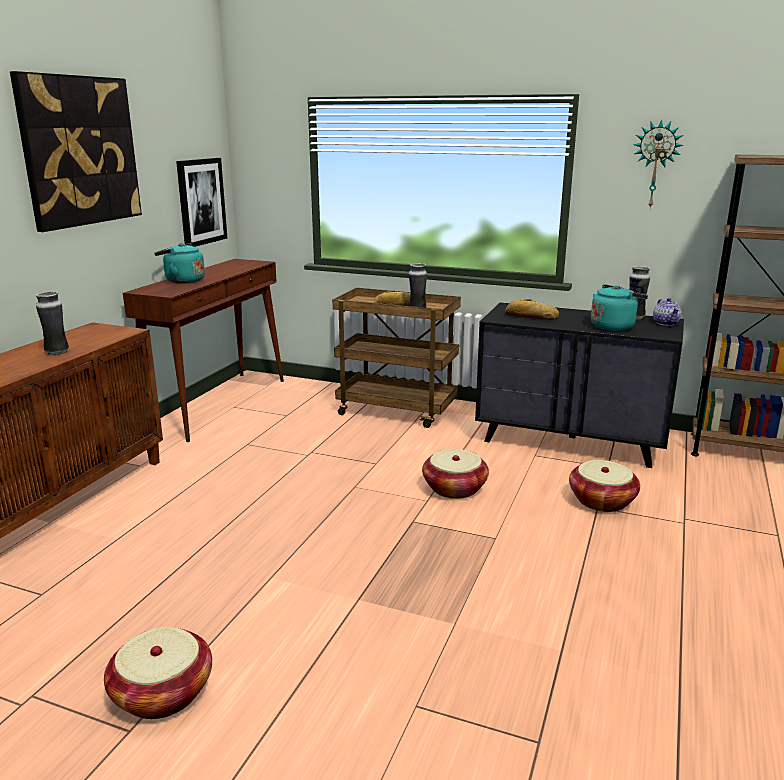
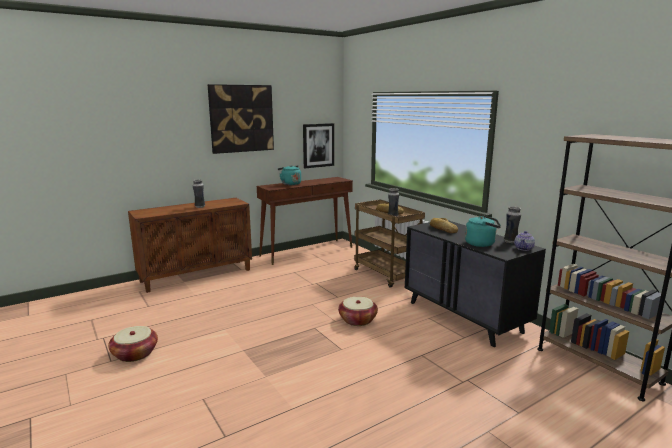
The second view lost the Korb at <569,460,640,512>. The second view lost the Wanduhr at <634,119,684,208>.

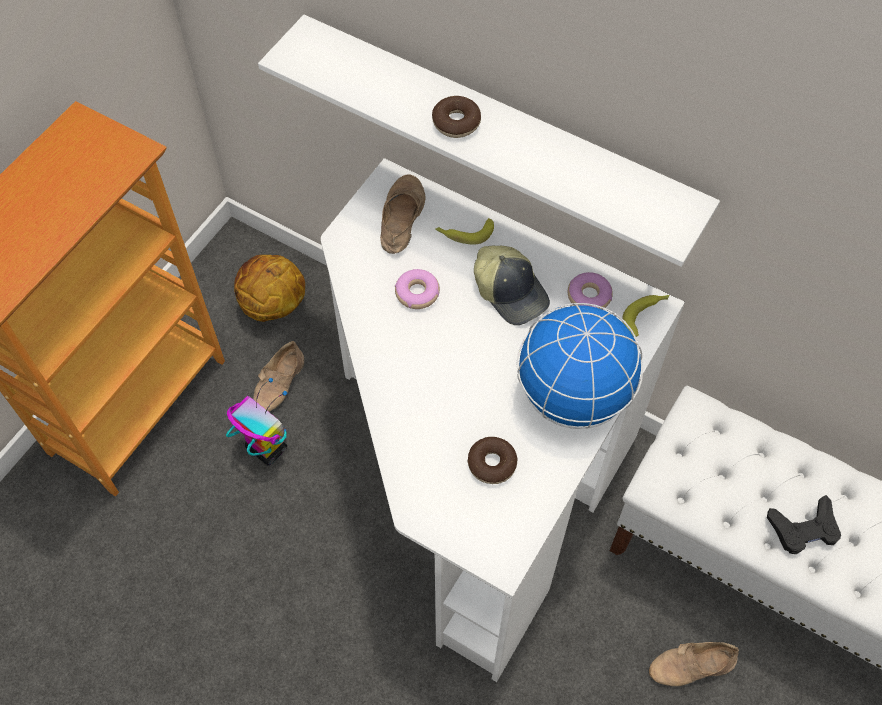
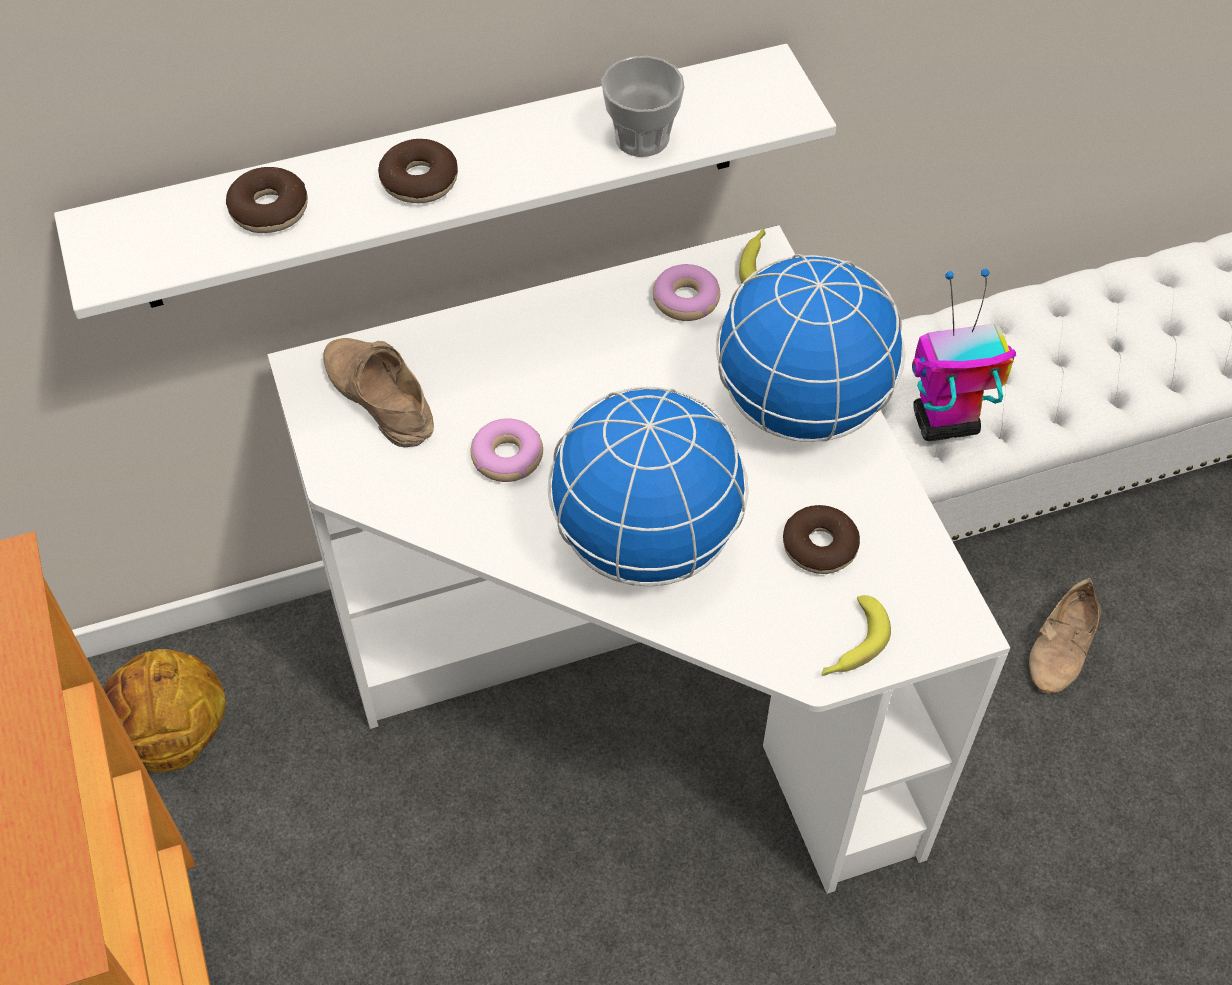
The second view lost the Schuh (beige) at <253,341,304,412>. The second view lost the Kappe at <474,246,550,325>. The second view lost the Gamepad (schwarz) at <767,495,841,554>. The second view gained the Donut at <226,167,308,233>. The second view gained the Globus at <548,387,749,587>. The second view gained the Tasse at <602,56,685,157>. The Spielzeugroboter ended up elsewhere, having gone from <226,378,288,465> to <912,269,1016,441>. The Banane ended up elsewhere, having gone from <435,218,494,245> to <822,595,891,676>.

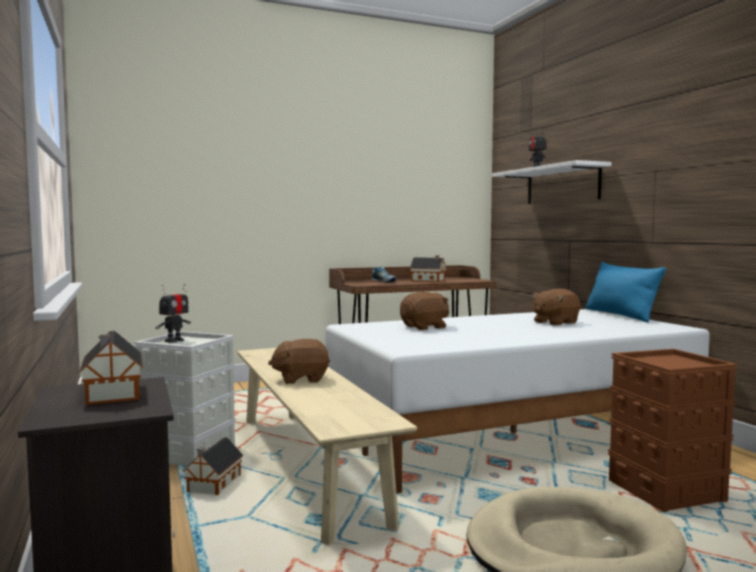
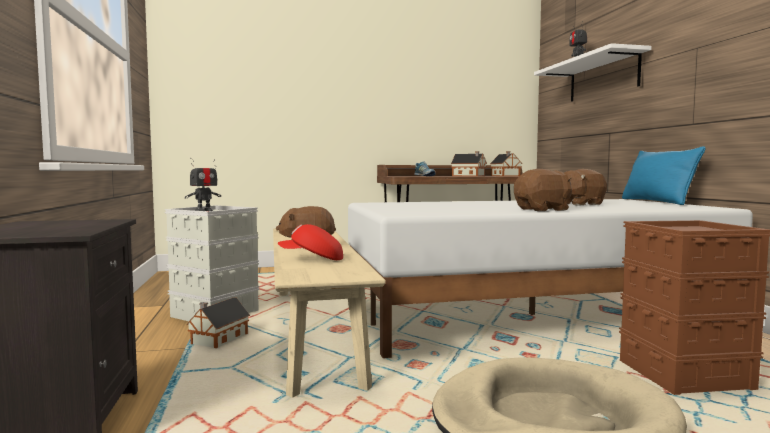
The second view gained the Kappe (rot) at <278,224,343,260>. The Spielzeughaus ended up elsewhere, having gone from <79,331,143,405> to <490,151,522,176>. The Plüschtier (braun) ended up elsewhere, having gone from <400,292,449,330> to <514,169,572,211>.

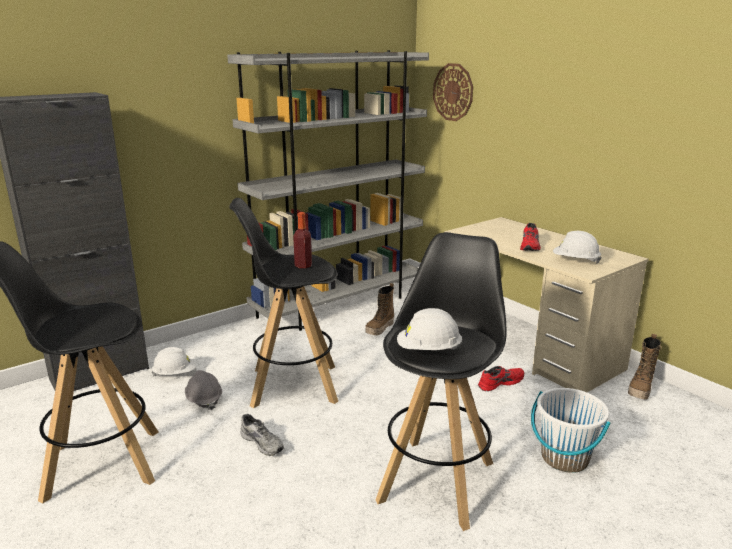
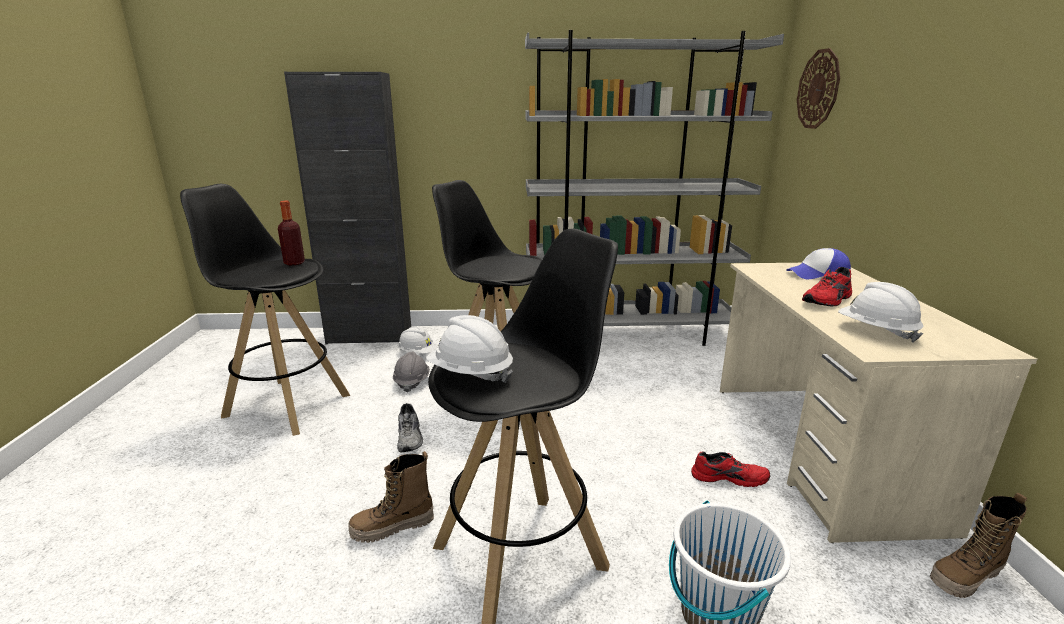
The second view gained the Kappe at <786,248,851,279>. The Flasche ended up elsewhere, having gone from <293,212,312,269> to <278,201,305,265>. The Stiefel ended up elsewhere, having gone from <365,283,394,335> to <348,451,434,543>.

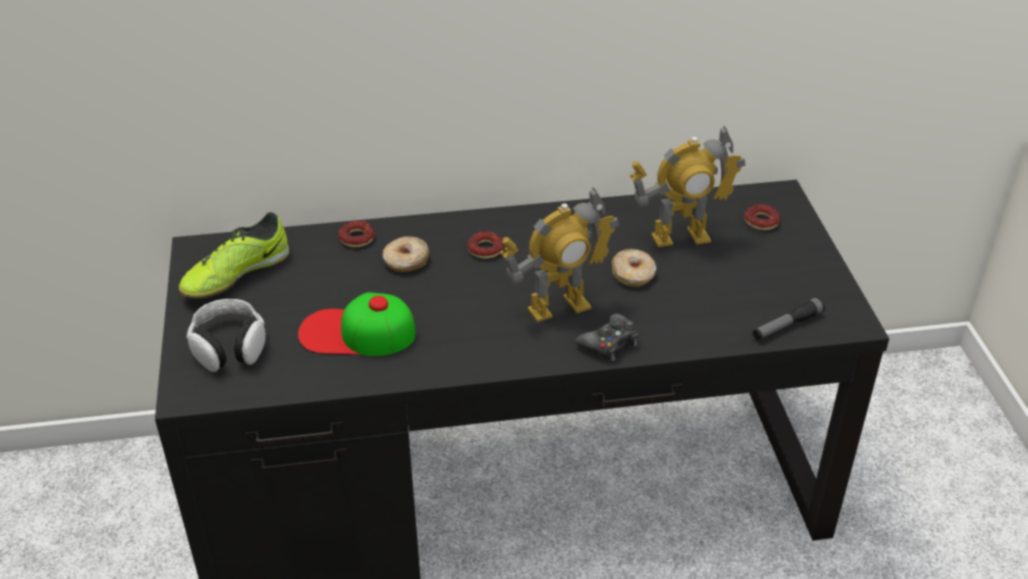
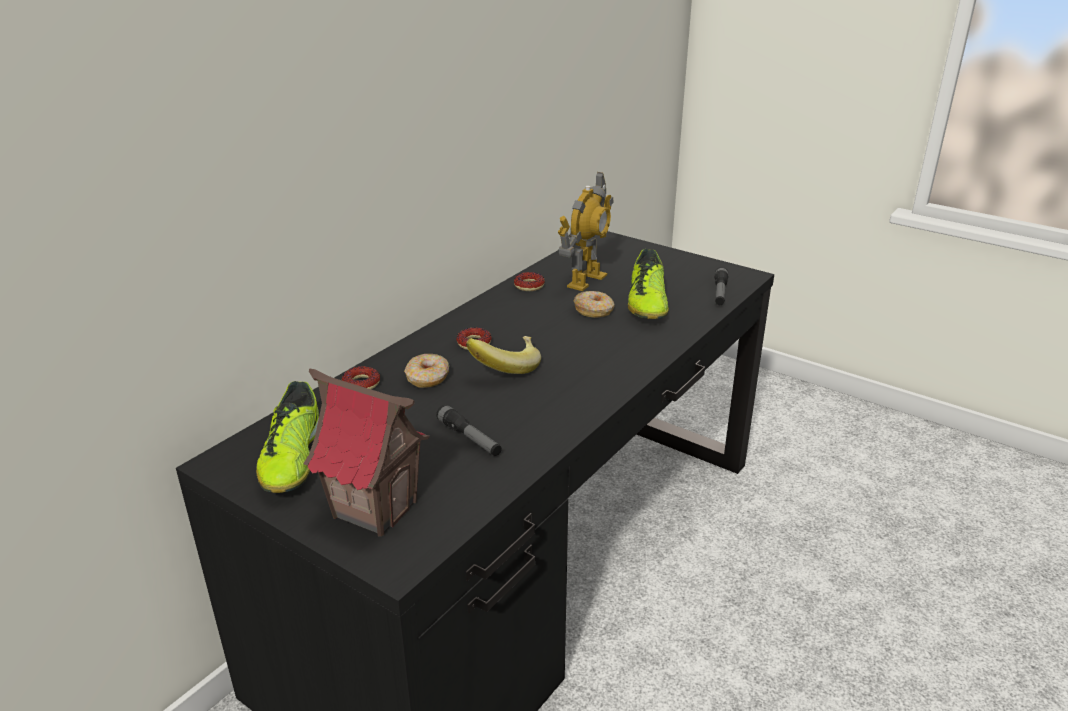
The second view lost the Spielzeugroboter at <500,188,619,322>. The second view lost the Gamepad (schwarz) at <575,314,638,361>. The second view gained the Banane at <466,336,541,374>. The second view gained the Schuh at <628,249,669,319>. The Donut ended up elsewhere, having gone from <744,204,781,230> to <514,272,545,291>. Where the Kopfhörer stood at <187,299,266,372>, the Spielzeughaus came to stand at <303,369,430,536>. Where the Kappe stood at <298,292,416,356>, the Taschenlampe came to stand at <436,404,502,456>.

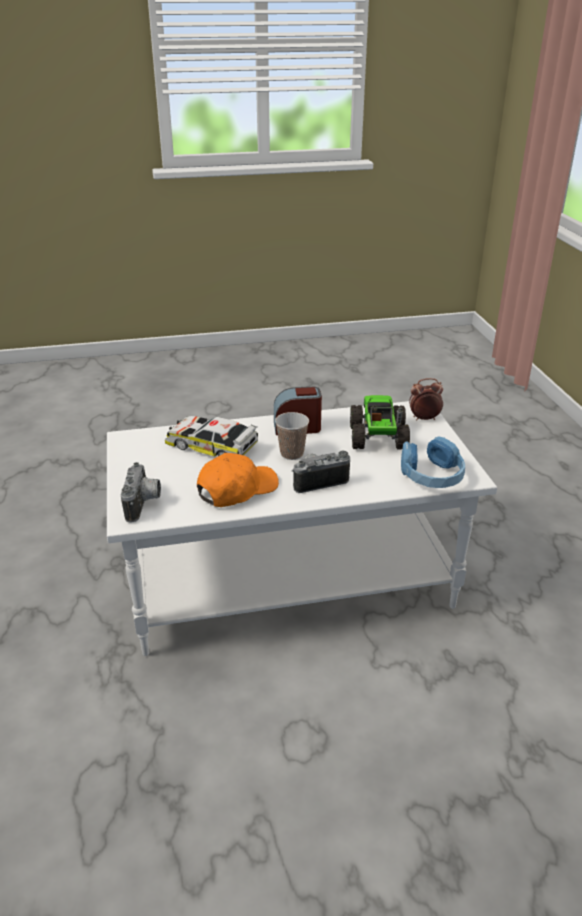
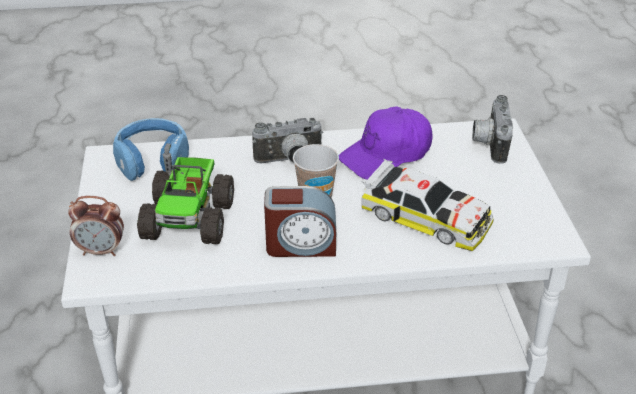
What was the Kappe (orange) at <197,453,279,507> turned into the Kappe (lila) at <339,106,433,179>.

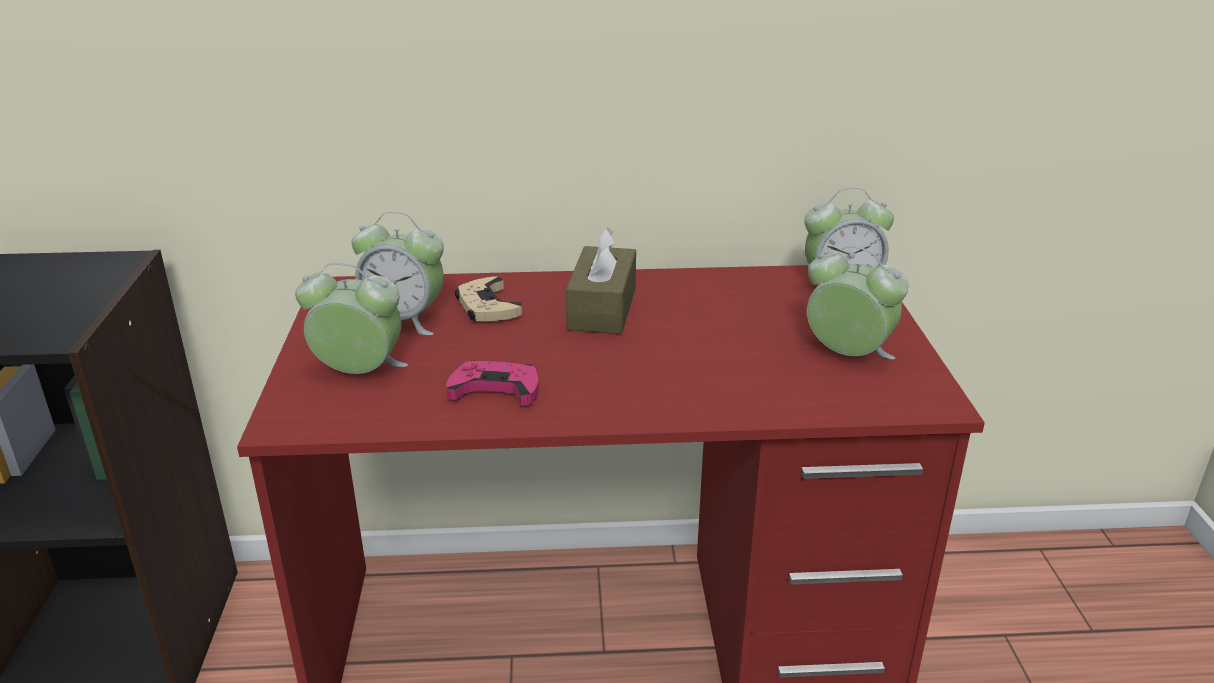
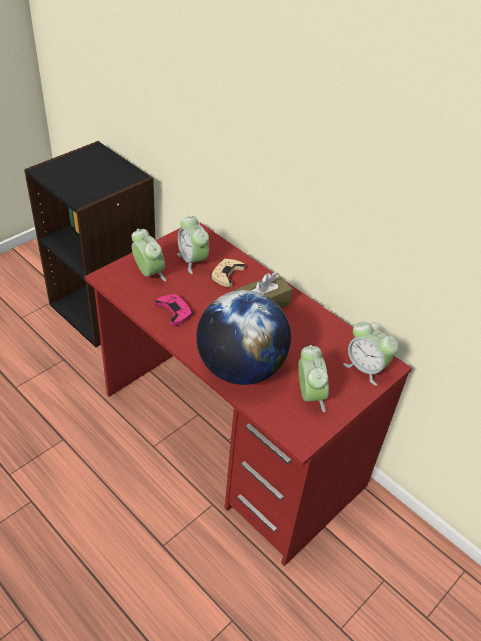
The second view gained the Globus at <196,290,291,385>.

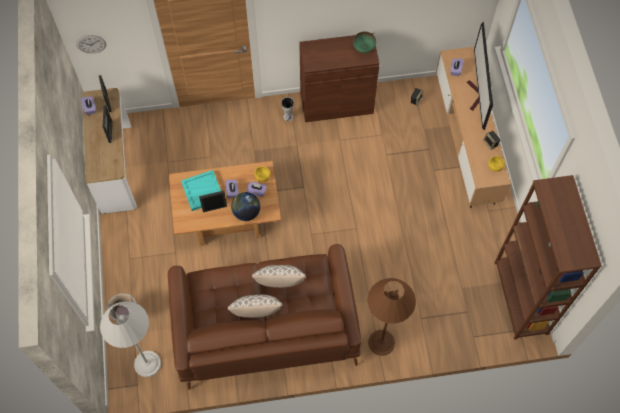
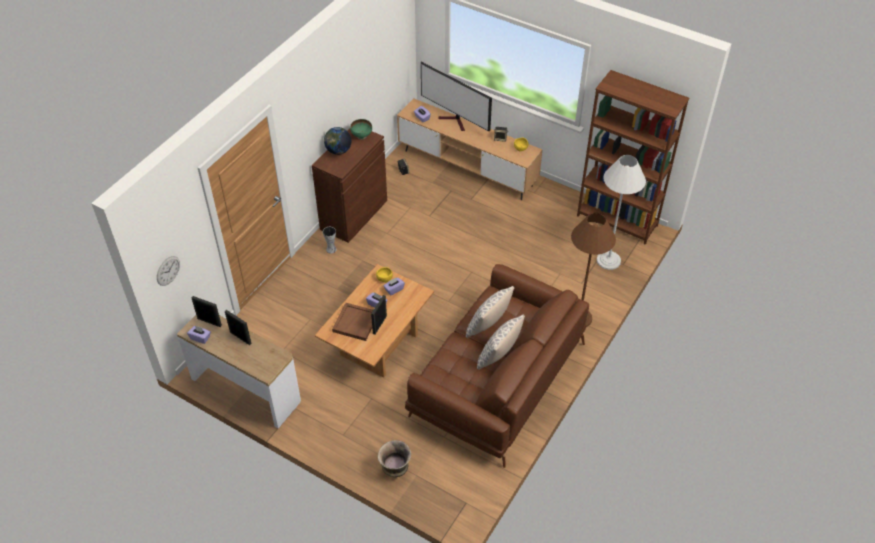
The Stehlampe (weiß) ended up elsewhere, having gone from <100,301,161,377> to <597,155,646,270>. The Globus ended up elsewhere, having gone from <231,192,260,221> to <324,127,351,155>. What was the Tablett (türkis) at <181,170,221,211> turned into the Tablett (braun) at <332,303,373,341>.

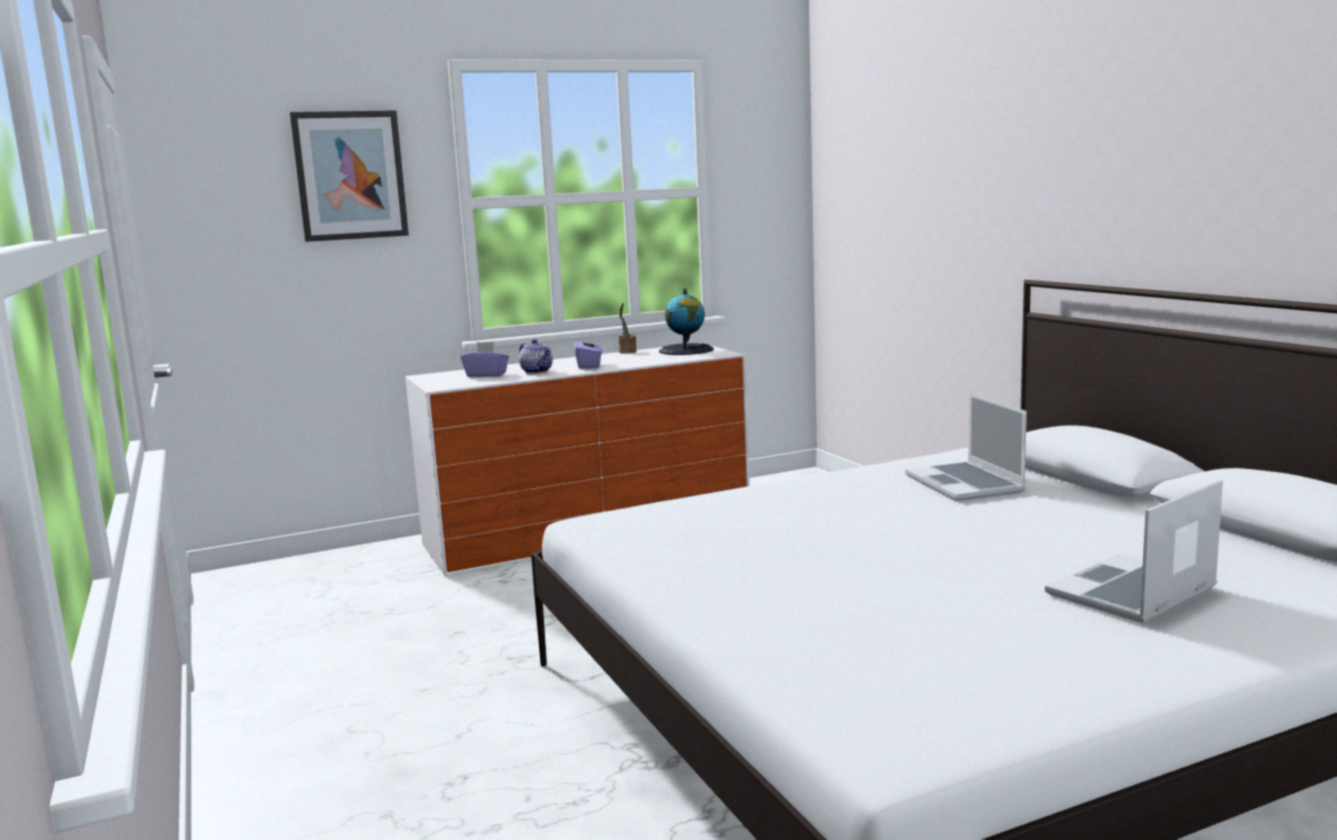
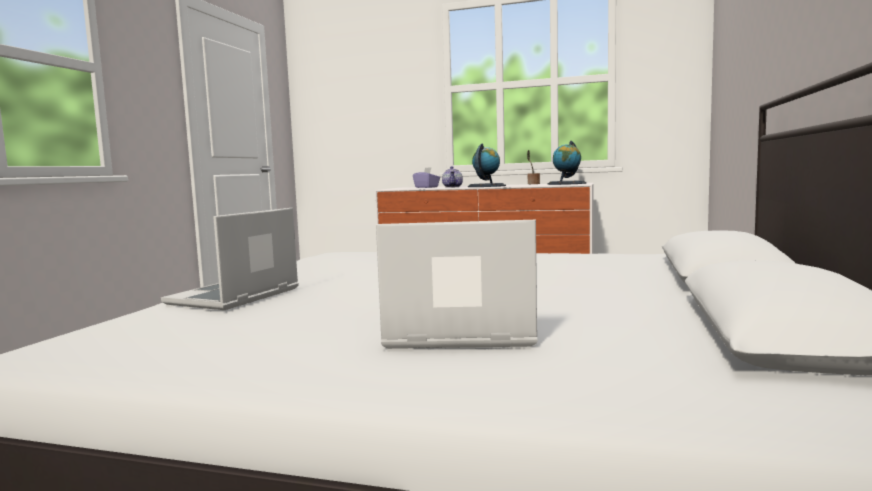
The second view lost the Bild at <290,110,409,242>. The Laptop ended up elsewhere, having gone from <906,393,1027,501> to <161,208,299,310>. Where the Taschentuchbox (lila) stood at <575,334,602,369>, the Globus came to stand at <468,143,506,187>.

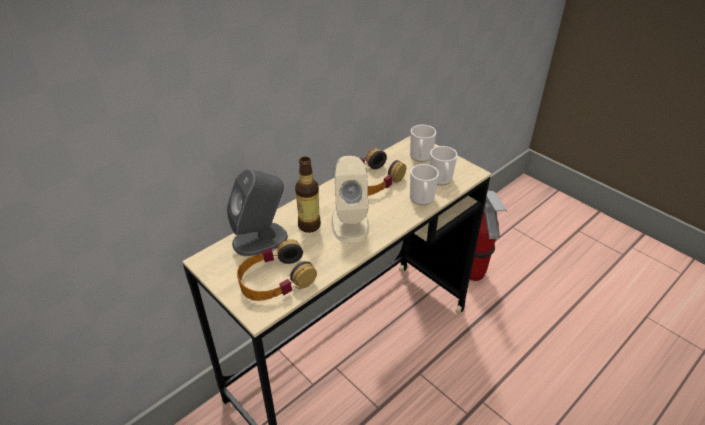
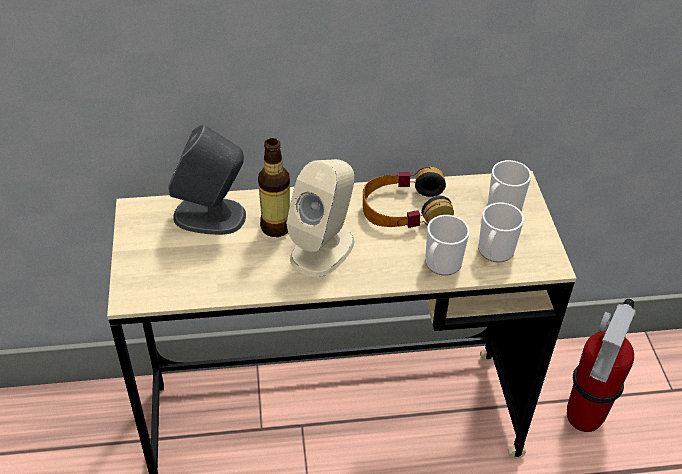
The second view lost the Kopfhörer at <237,239,317,301>.

